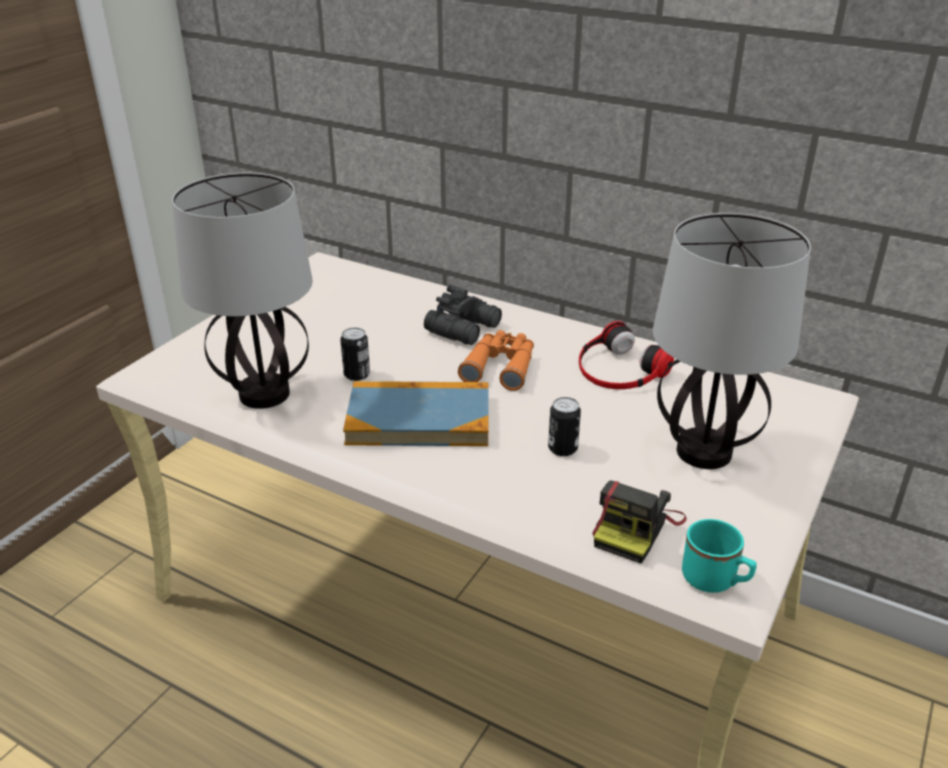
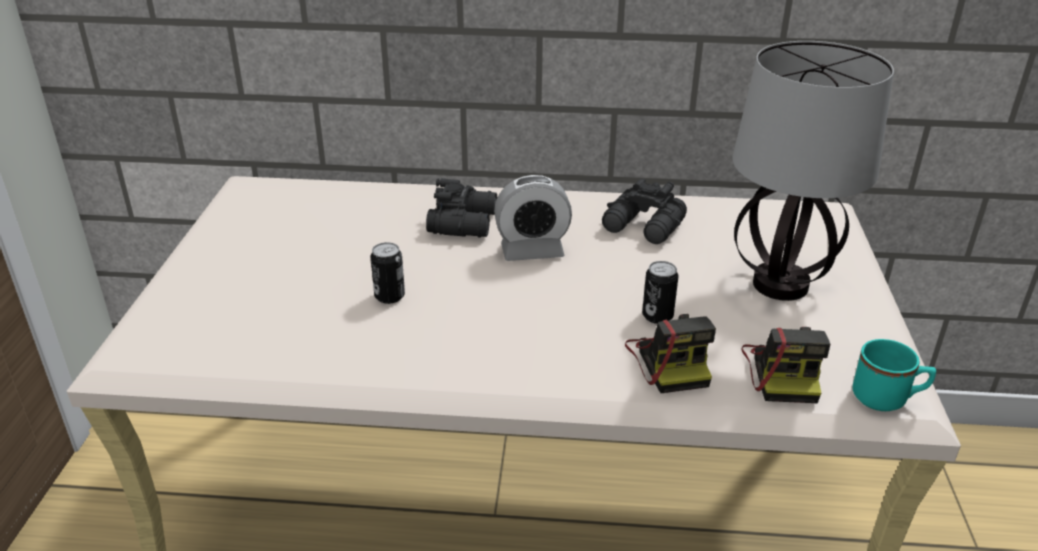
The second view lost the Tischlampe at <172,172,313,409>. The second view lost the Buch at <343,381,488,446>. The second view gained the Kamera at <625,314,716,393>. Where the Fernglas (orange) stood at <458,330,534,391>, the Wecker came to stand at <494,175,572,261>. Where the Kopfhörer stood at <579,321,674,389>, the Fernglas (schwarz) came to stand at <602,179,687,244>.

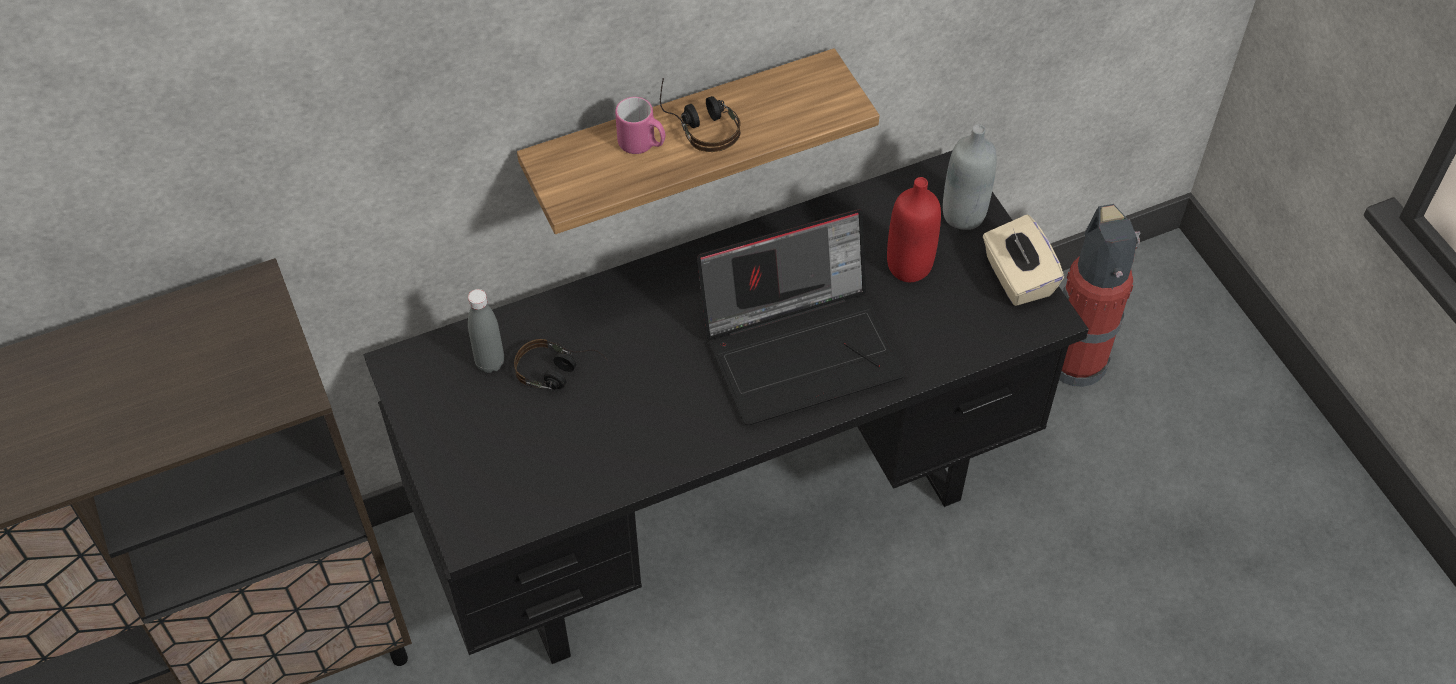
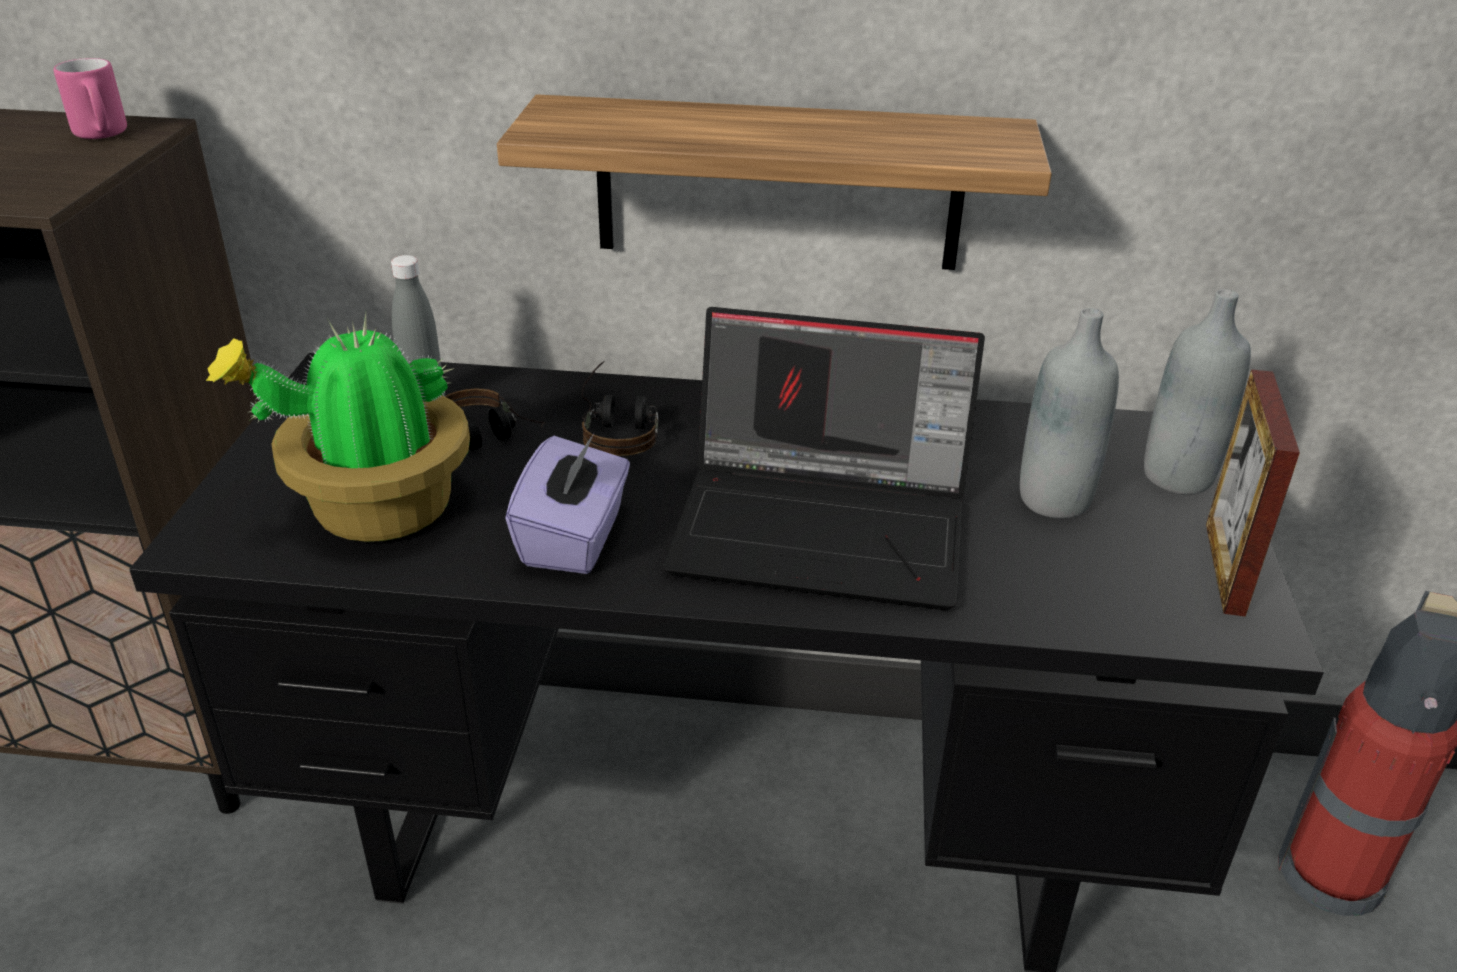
The second view gained the Topfpflanze at <206,313,470,542>. The second view gained the Taschentuchbox (lila) at <505,434,630,574>. The Henkelbecher (rosa) ended up elsewhere, having gone from <615,97,665,154> to <53,58,127,139>. The Kopfhörer ended up elsewhere, having gone from <660,78,741,152> to <582,361,658,456>. Where the Taschentuchbox (beige) stood at <983,215,1064,306>, the Bilderrahmen came to stand at <1206,369,1300,617>. What was the Flasche (rot) at <887,177,941,282> turned into the Flasche (grau) at <1020,308,1119,518>.

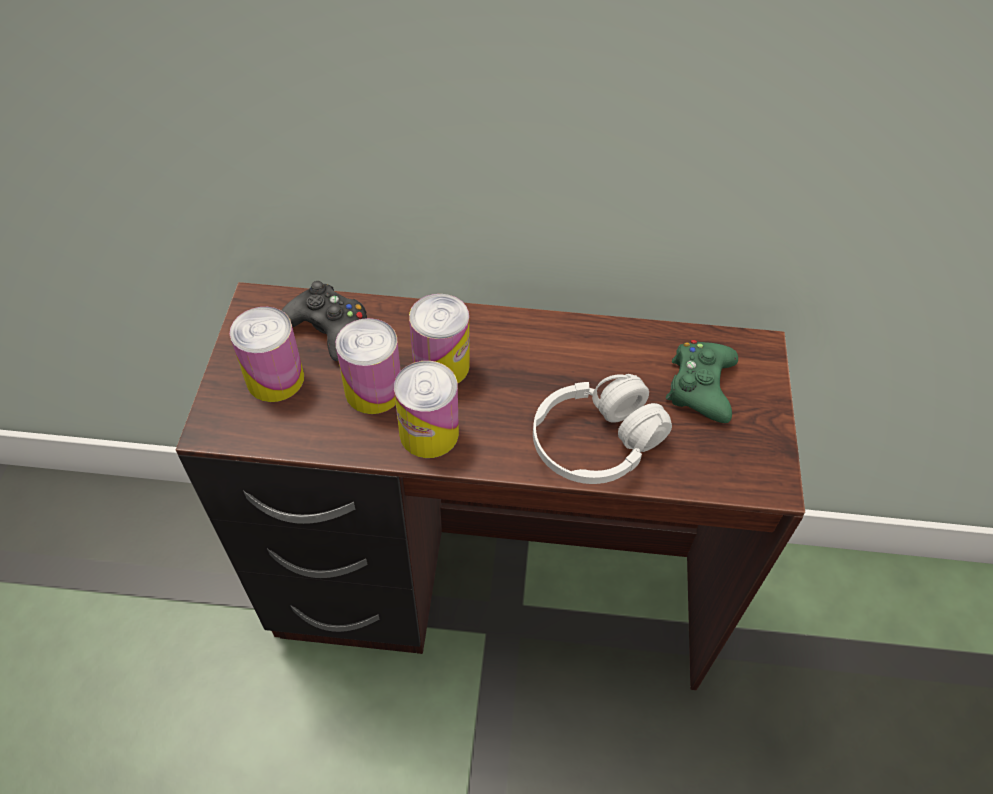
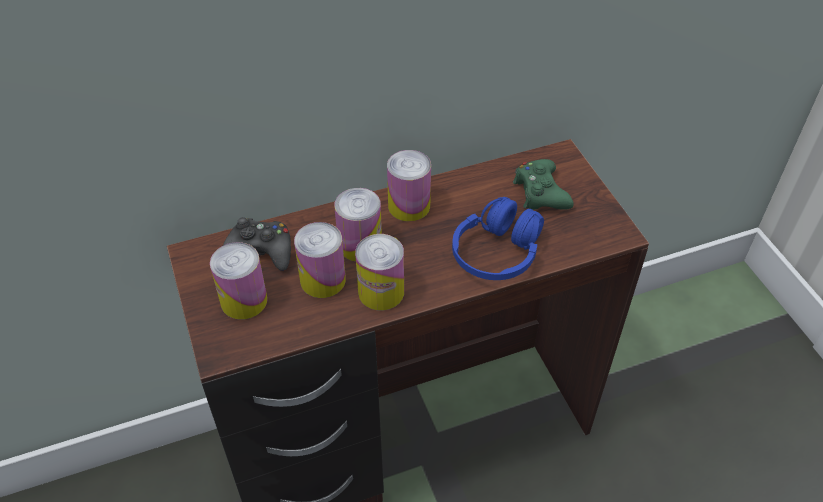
The second view gained the Dose at <387,150,431,222>. What was the Kopfhörer (weiß) at <533,374,672,484> turned into the Kopfhörer (blau) at <452,197,544,280>.

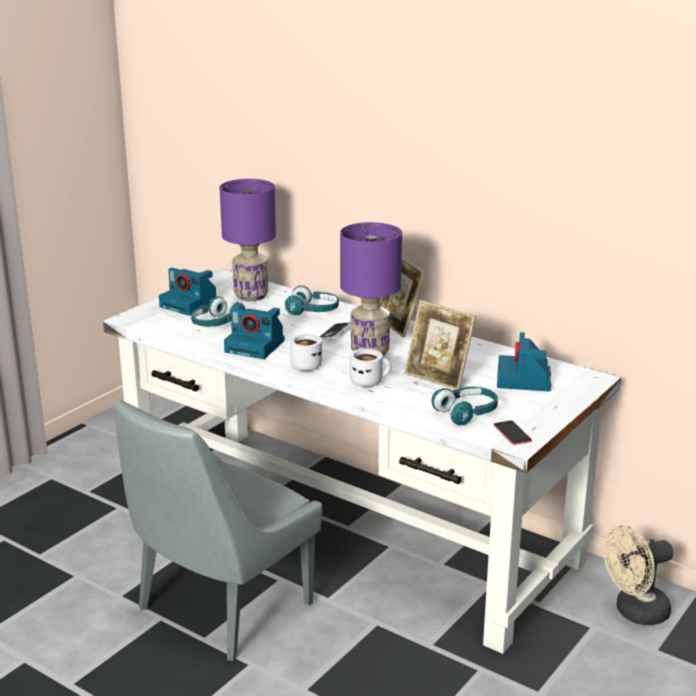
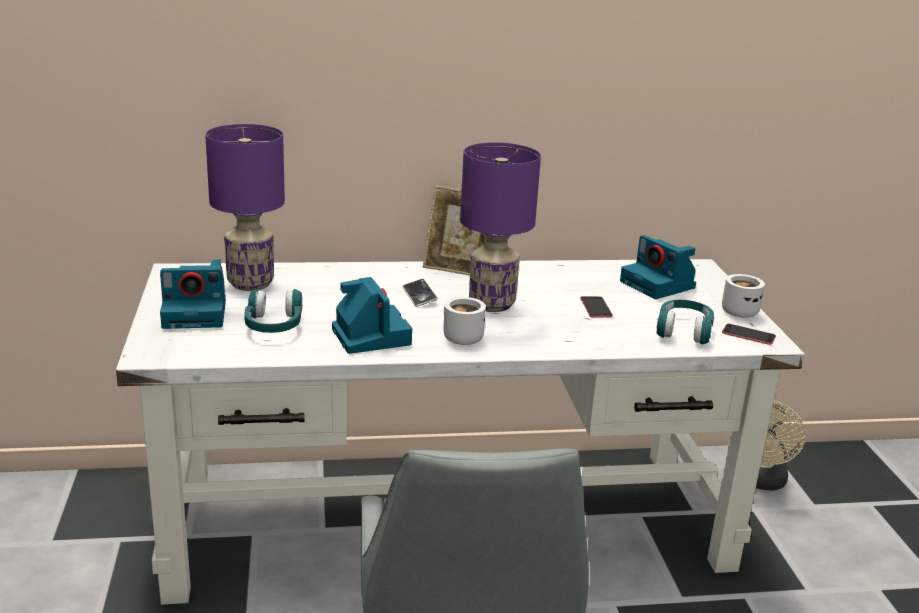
The second view lost the Kopfhörer (türkis) at <285,285,339,315>. The Henkelbecher (weiß) ended up elsewhere, having gone from <350,349,392,387> to <722,274,765,318>. Where the Bilderrahmen stood at <404,300,476,390>, the Handy came to stand at <580,296,613,318>. The Kamera at <224,308,285,359> ended up facing another way, 90 degrees counterclockwise from before.

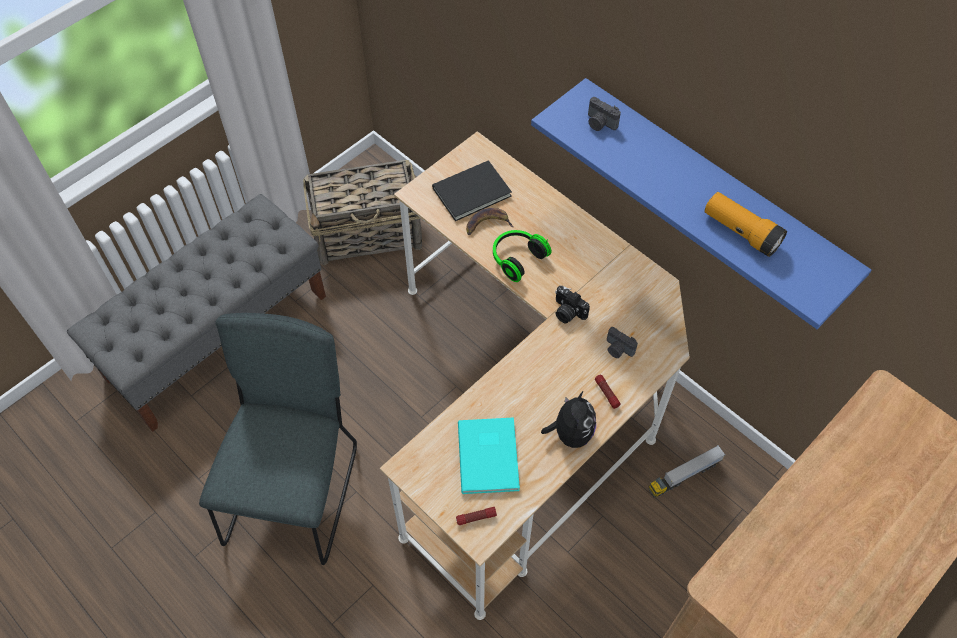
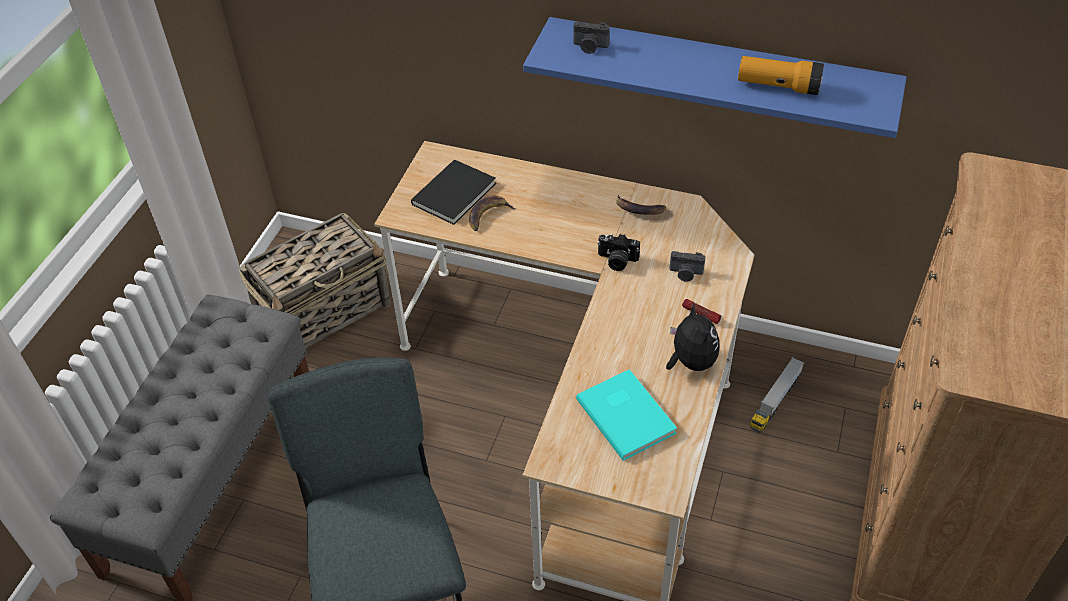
The second view lost the Taschenlampe at <456,507,497,525>. The second view lost the Kopfhörer at <493,230,551,282>. The second view gained the Banane at <616,195,666,215>.

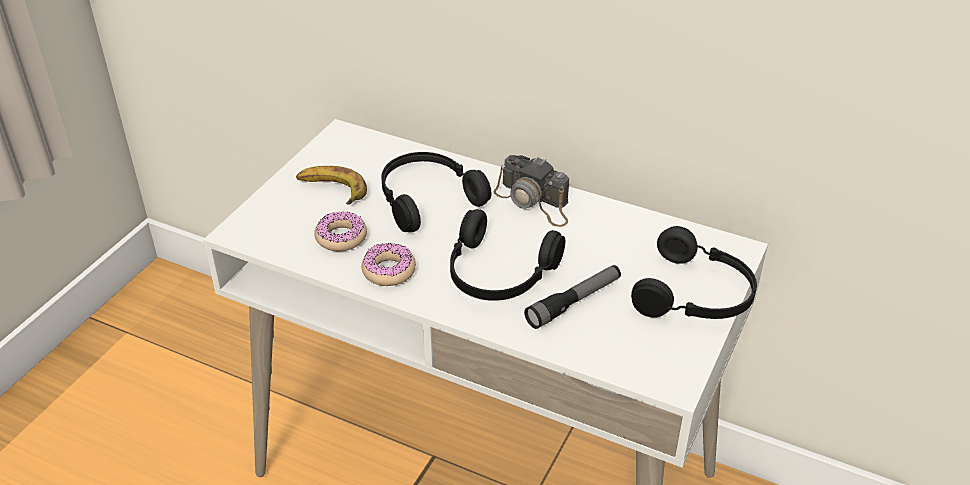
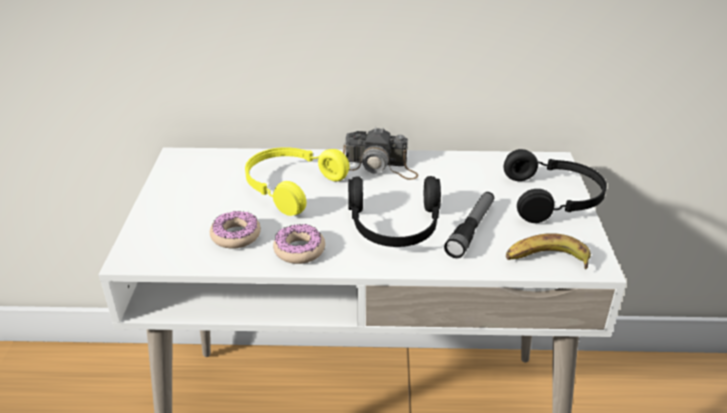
The Banane ended up elsewhere, having gone from <296,166,367,205> to <506,233,591,269>. What was the Kopfhörer (schwarz) at <381,152,491,232> turned into the Kopfhörer (gelb) at <245,147,350,216>.

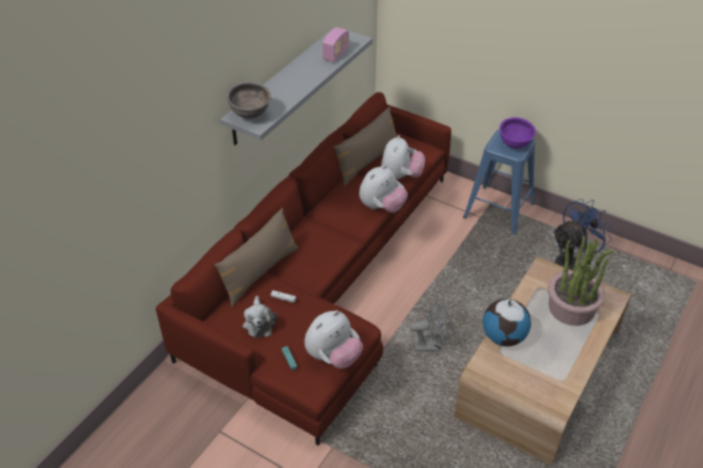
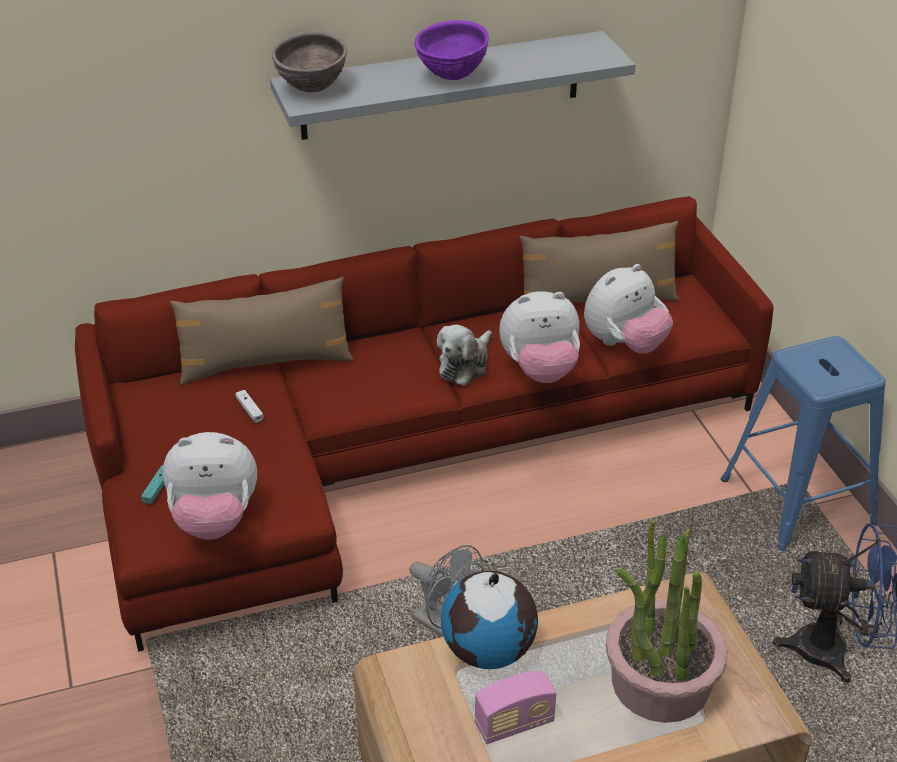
The Plüschtier ended up elsewhere, having gone from <243,296,277,338> to <437,325,492,386>. The Radio ended up elsewhere, having gone from <322,27,349,62> to <474,671,556,744>. The Schüssel (lila) ended up elsewhere, having gone from <499,117,536,149> to <414,20,489,80>.

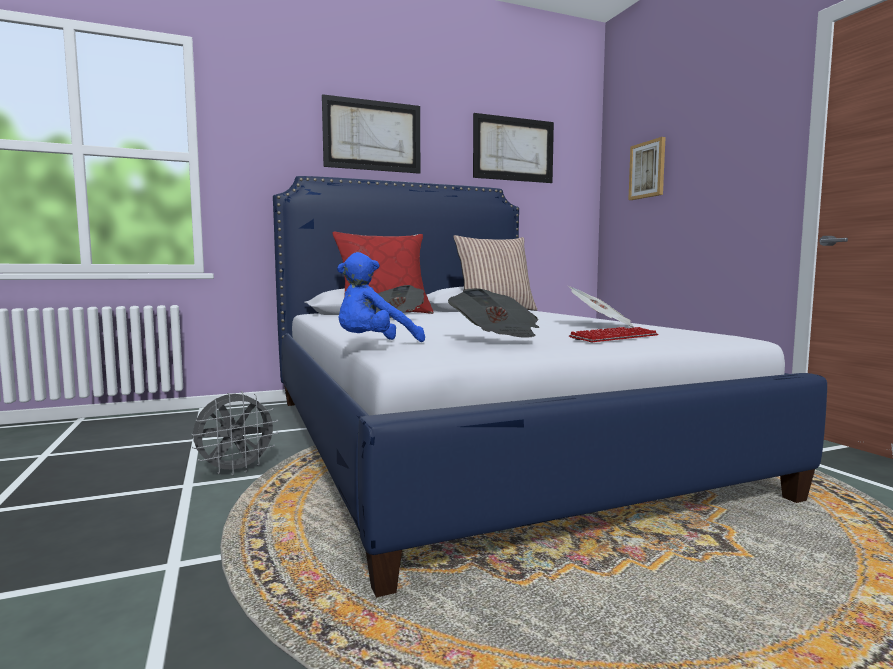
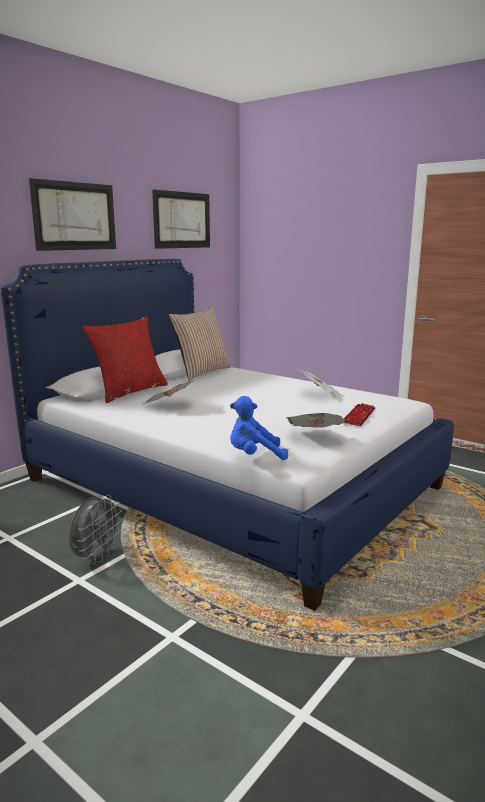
The second view lost the Bild at <628,137,665,200>. The Plüschtier (blau) at <337,252,425,342> ended up facing another way, 60 degrees clockwise from before.

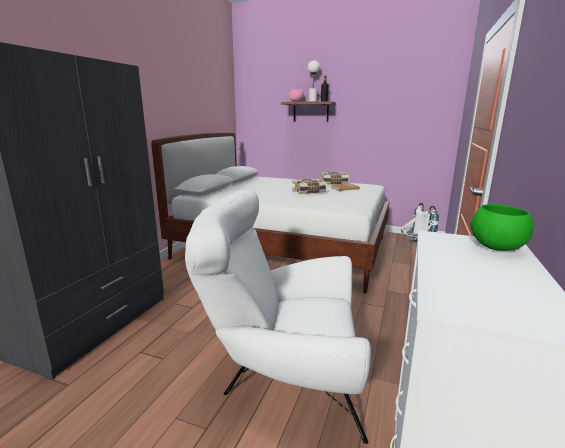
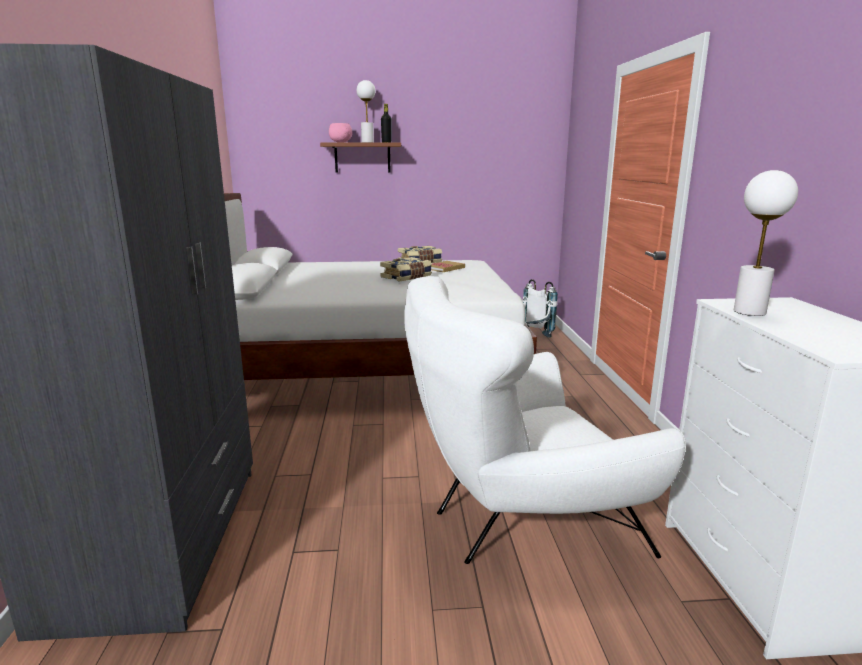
The second view lost the Schüssel (grün) at <471,204,534,251>. The second view gained the Tischlampe (weiß) at <734,170,798,316>.

